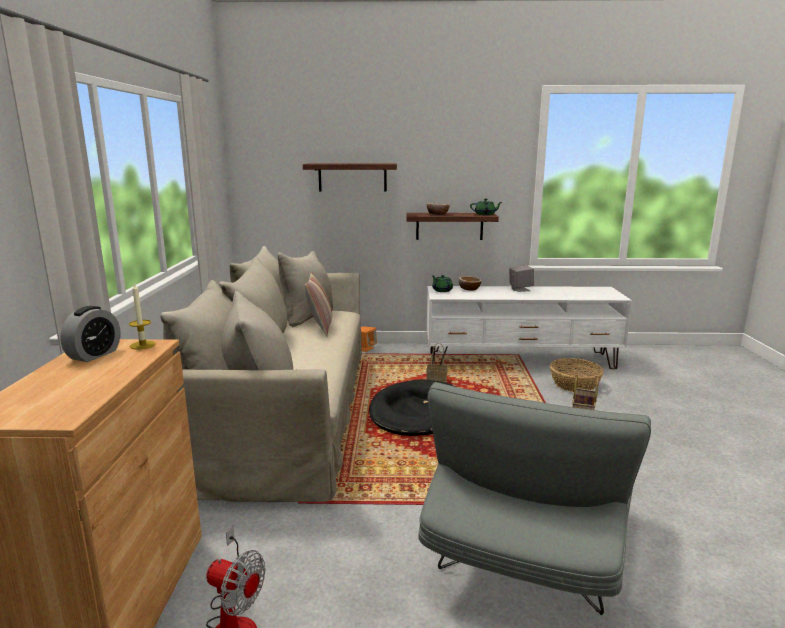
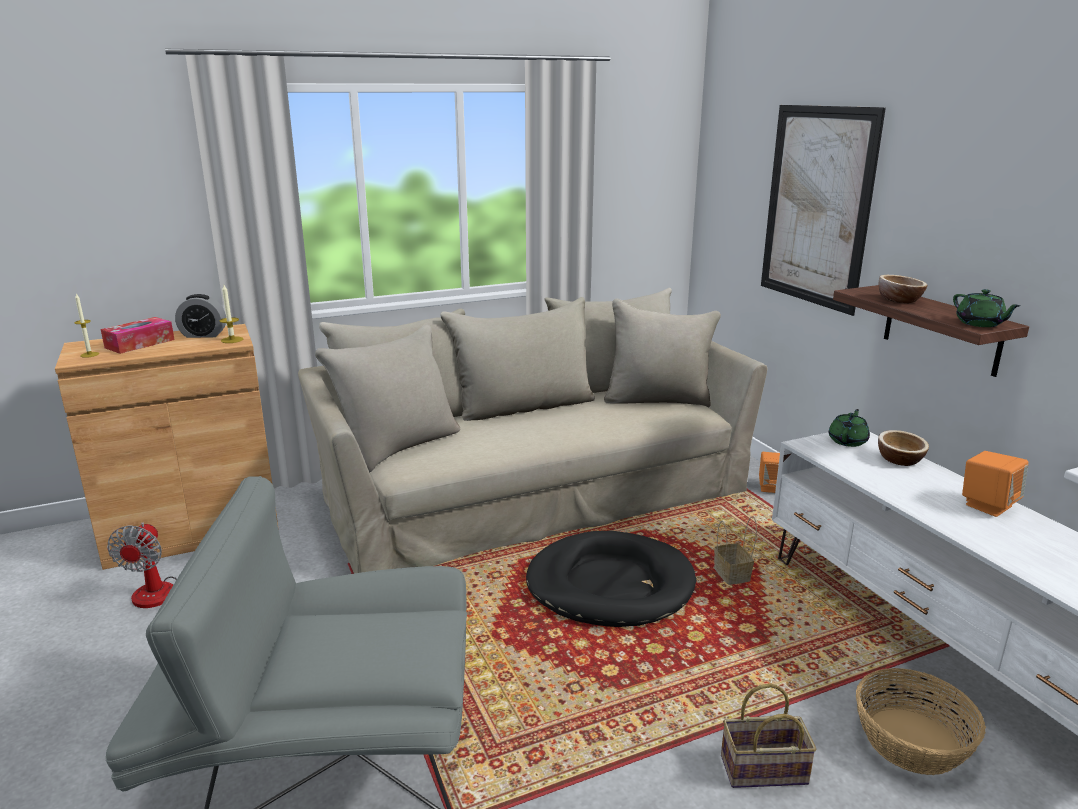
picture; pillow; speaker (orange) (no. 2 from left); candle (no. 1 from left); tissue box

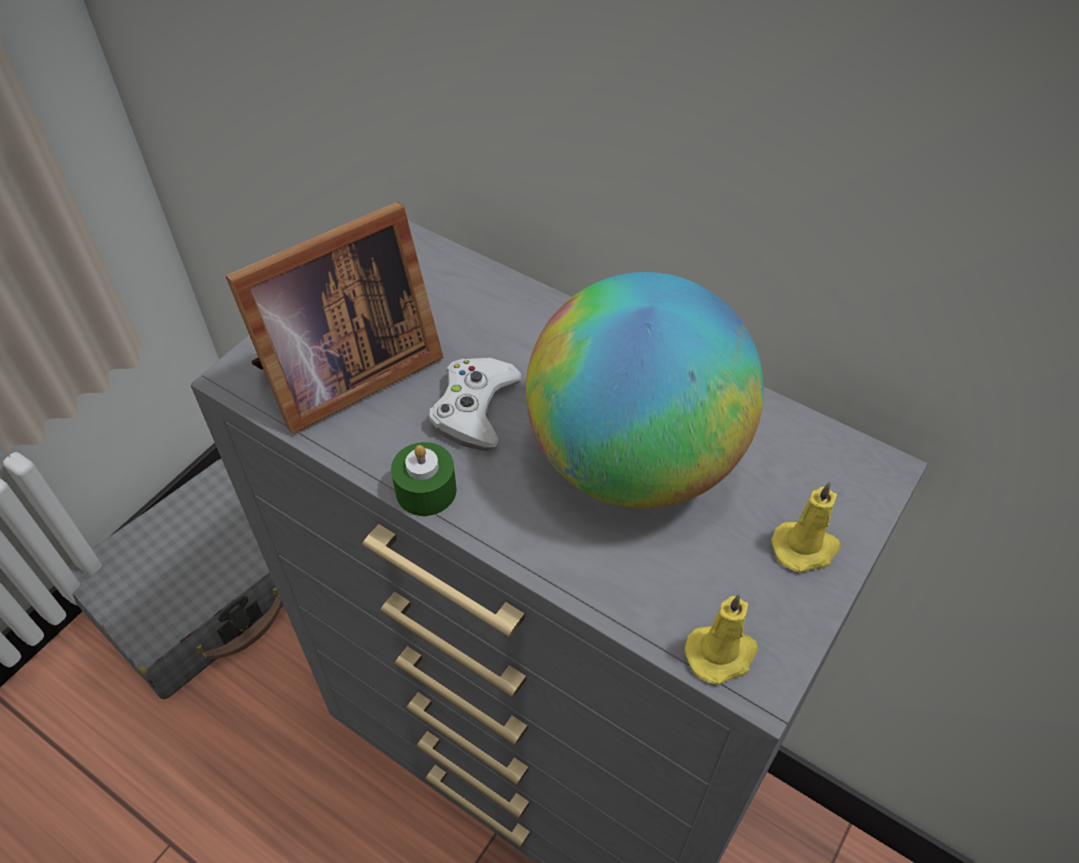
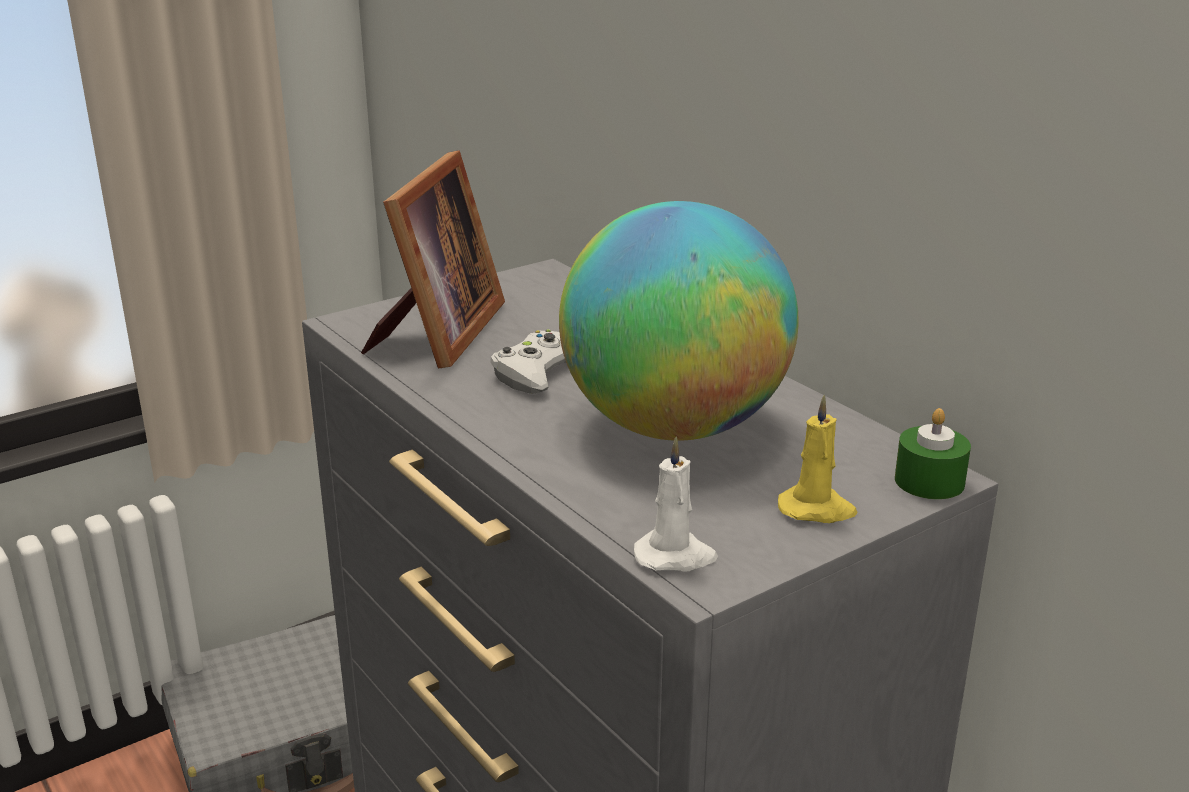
picture frame; candle (green); candle (white)

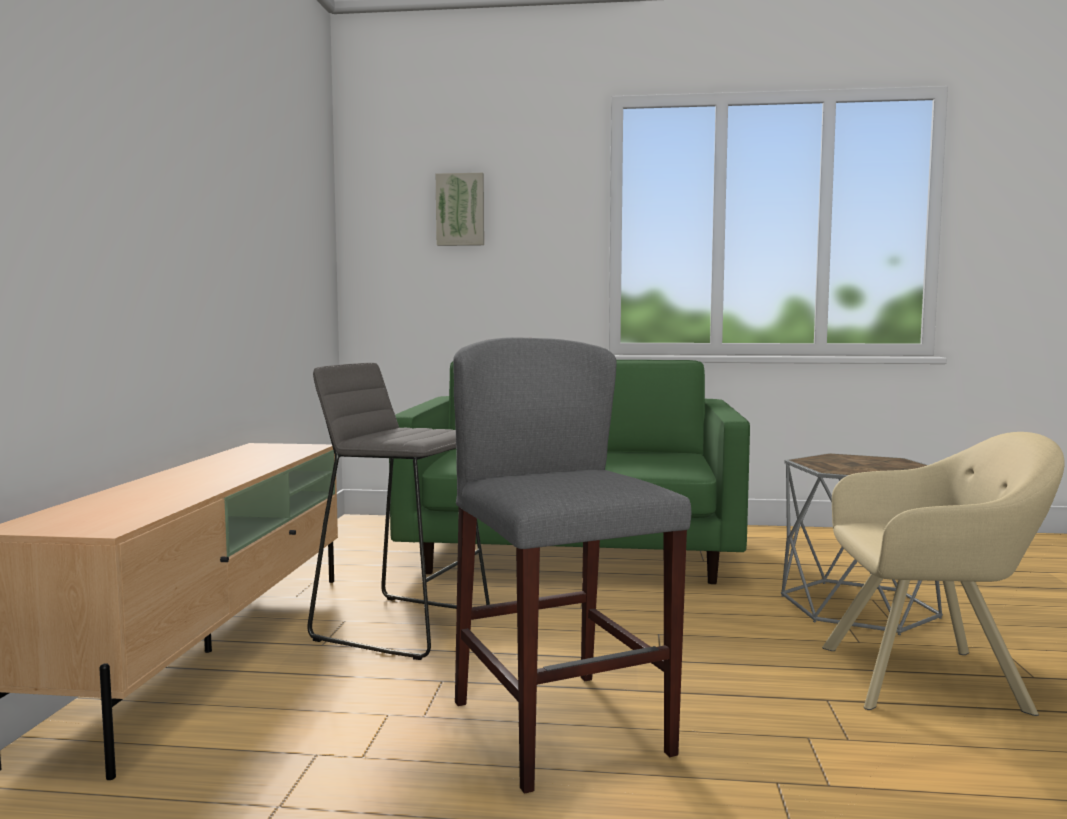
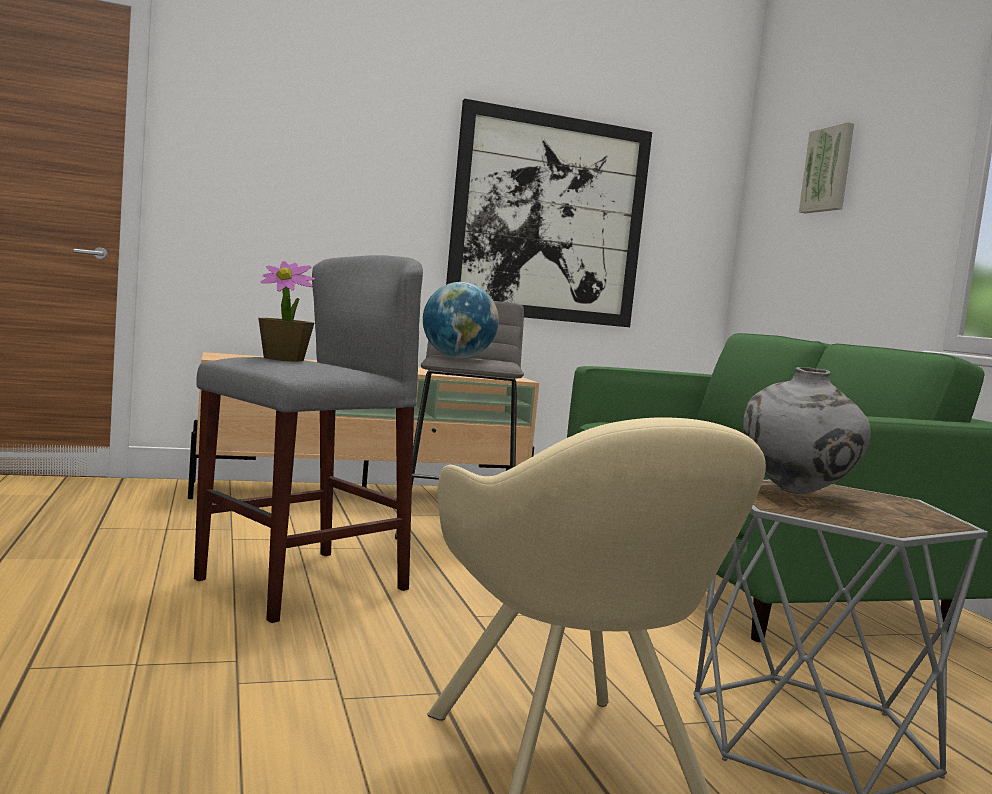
potted plant; globe; picture (no. 1 from left); vase (grey)

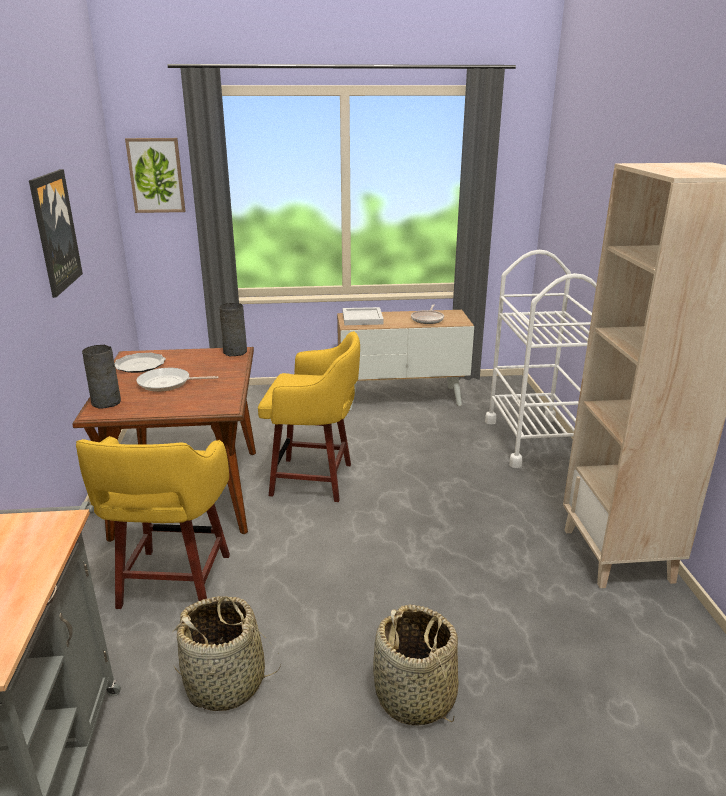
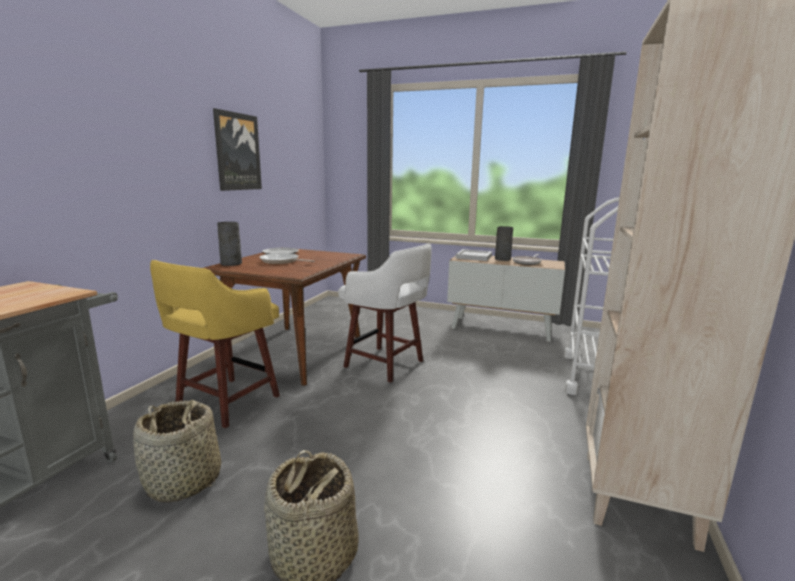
picture (no. 2 from left in the first image); vase (grey) (no. 2 from left); stool (white)

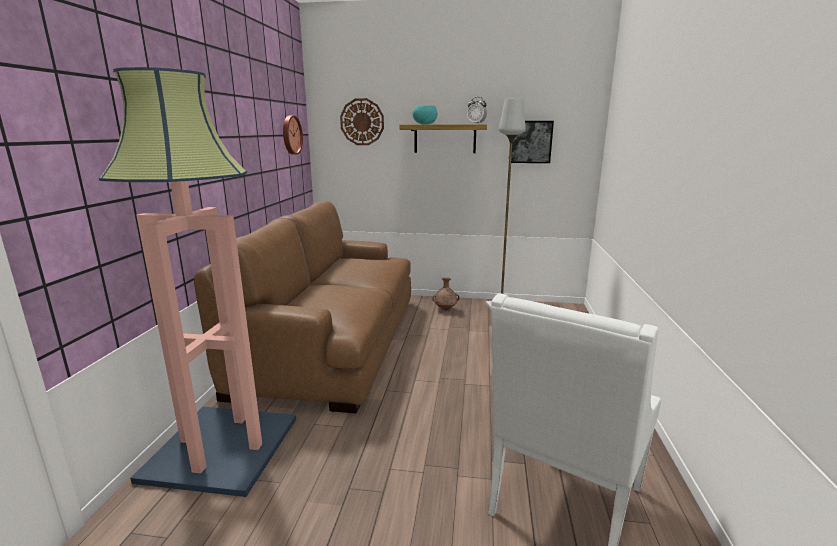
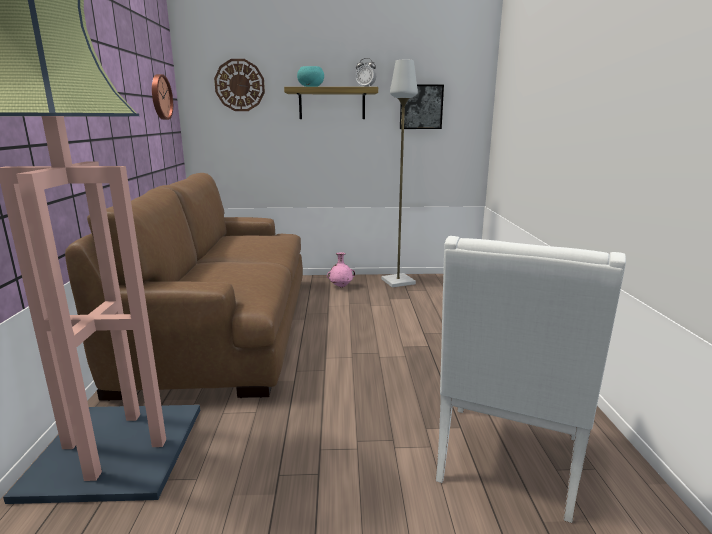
vase (pink)

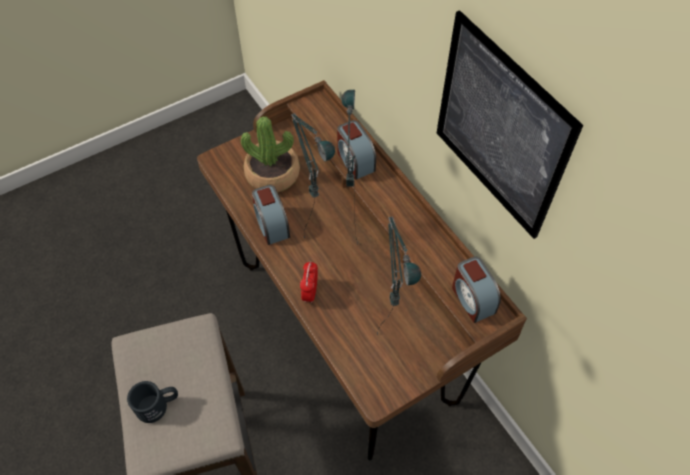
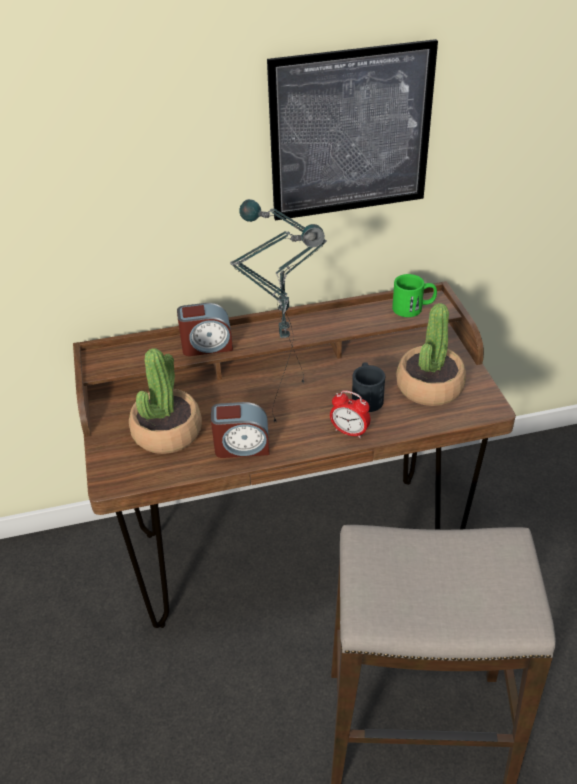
mug (black); potted plant (no. 2 from left); mug (green)

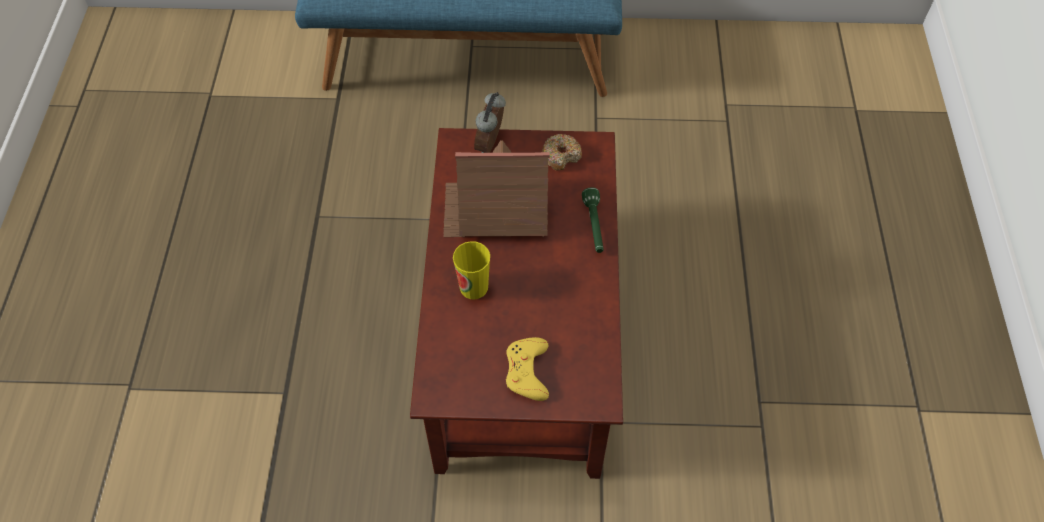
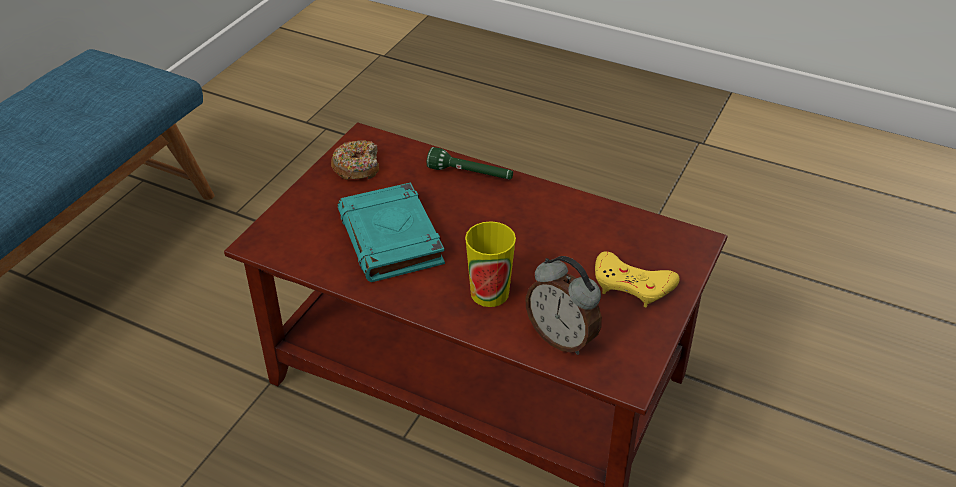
book (turquoise); alarm clock

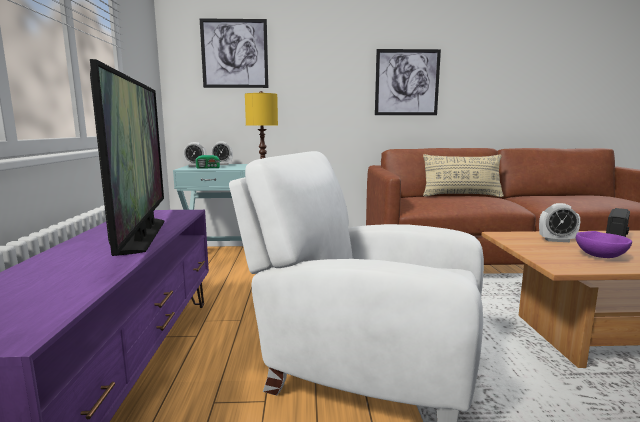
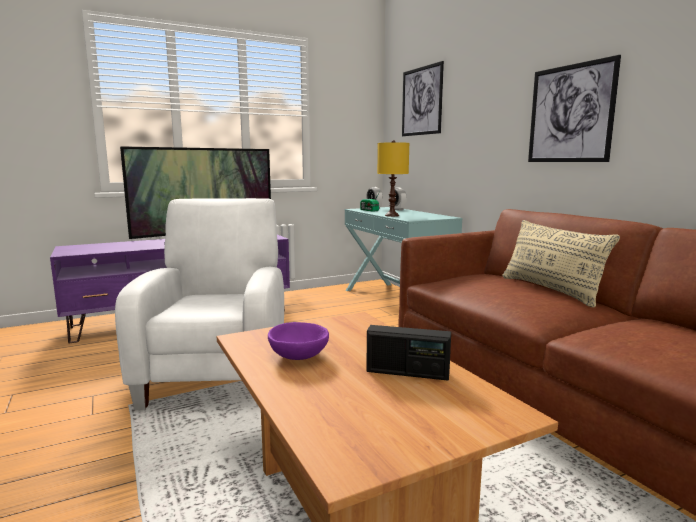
alarm clock (no. 3 from left in the first image)

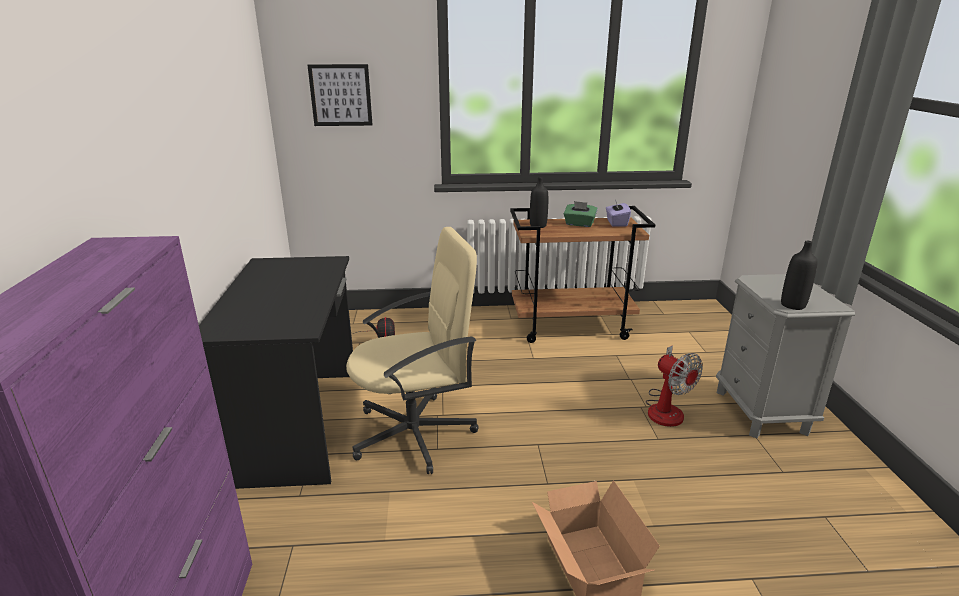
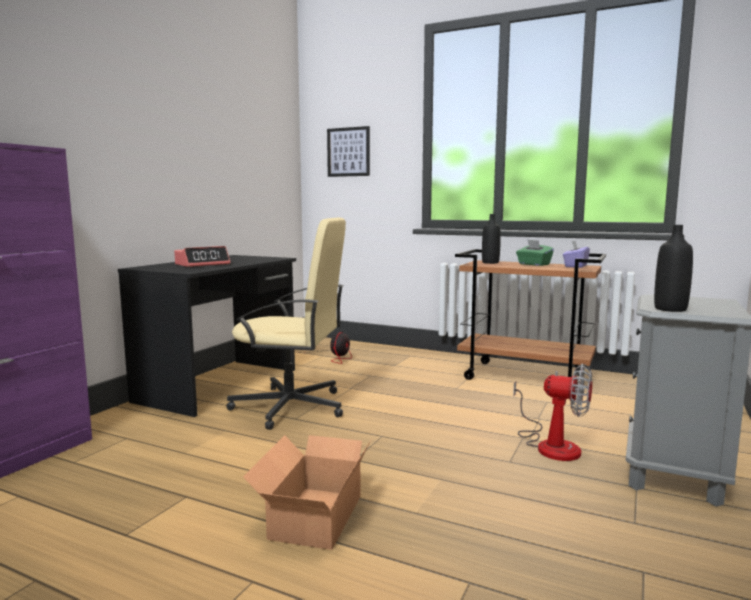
fan (no. 2 from left); alarm clock

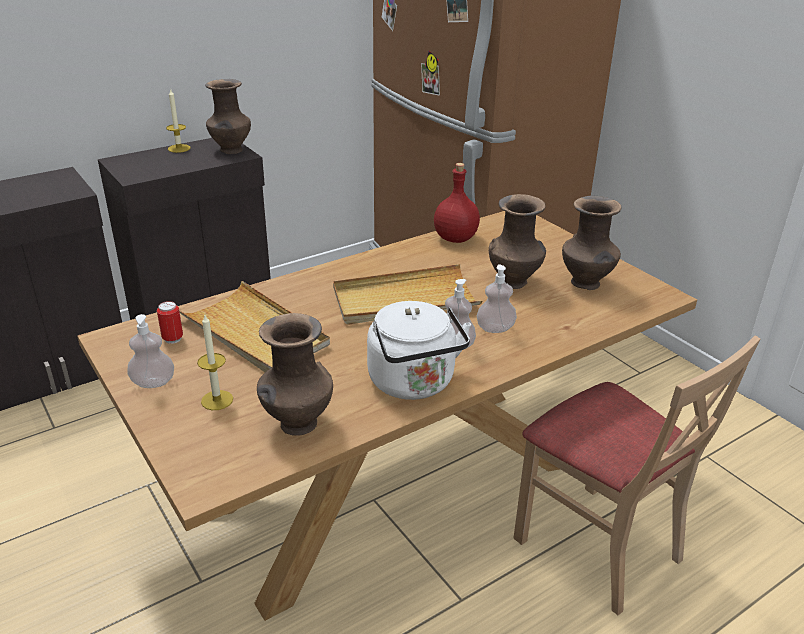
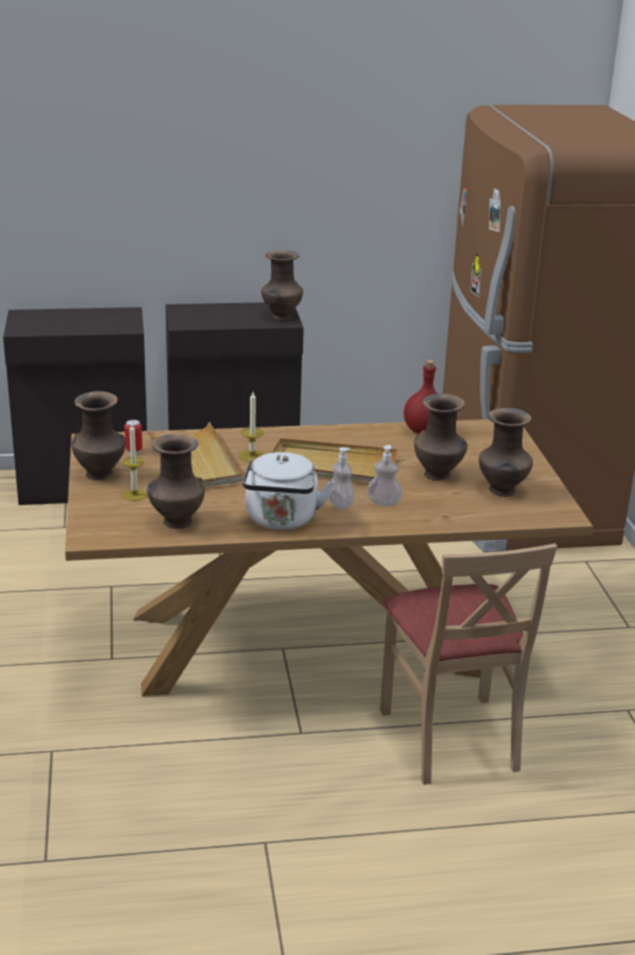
vase (brown) (no. 1 from left); candle (no. 2 from left)

